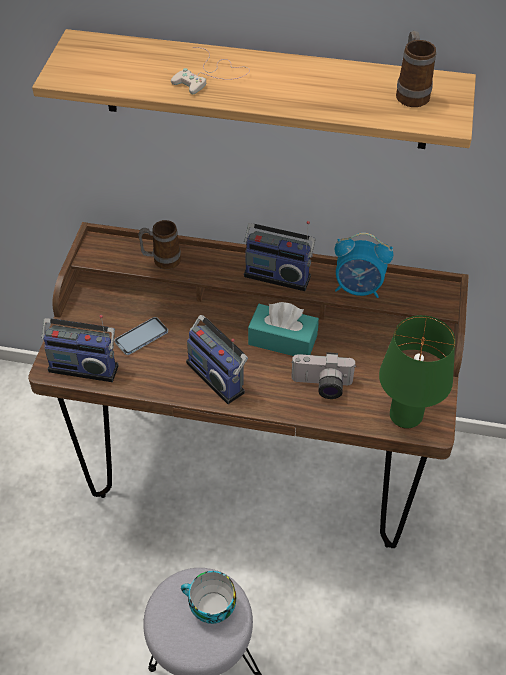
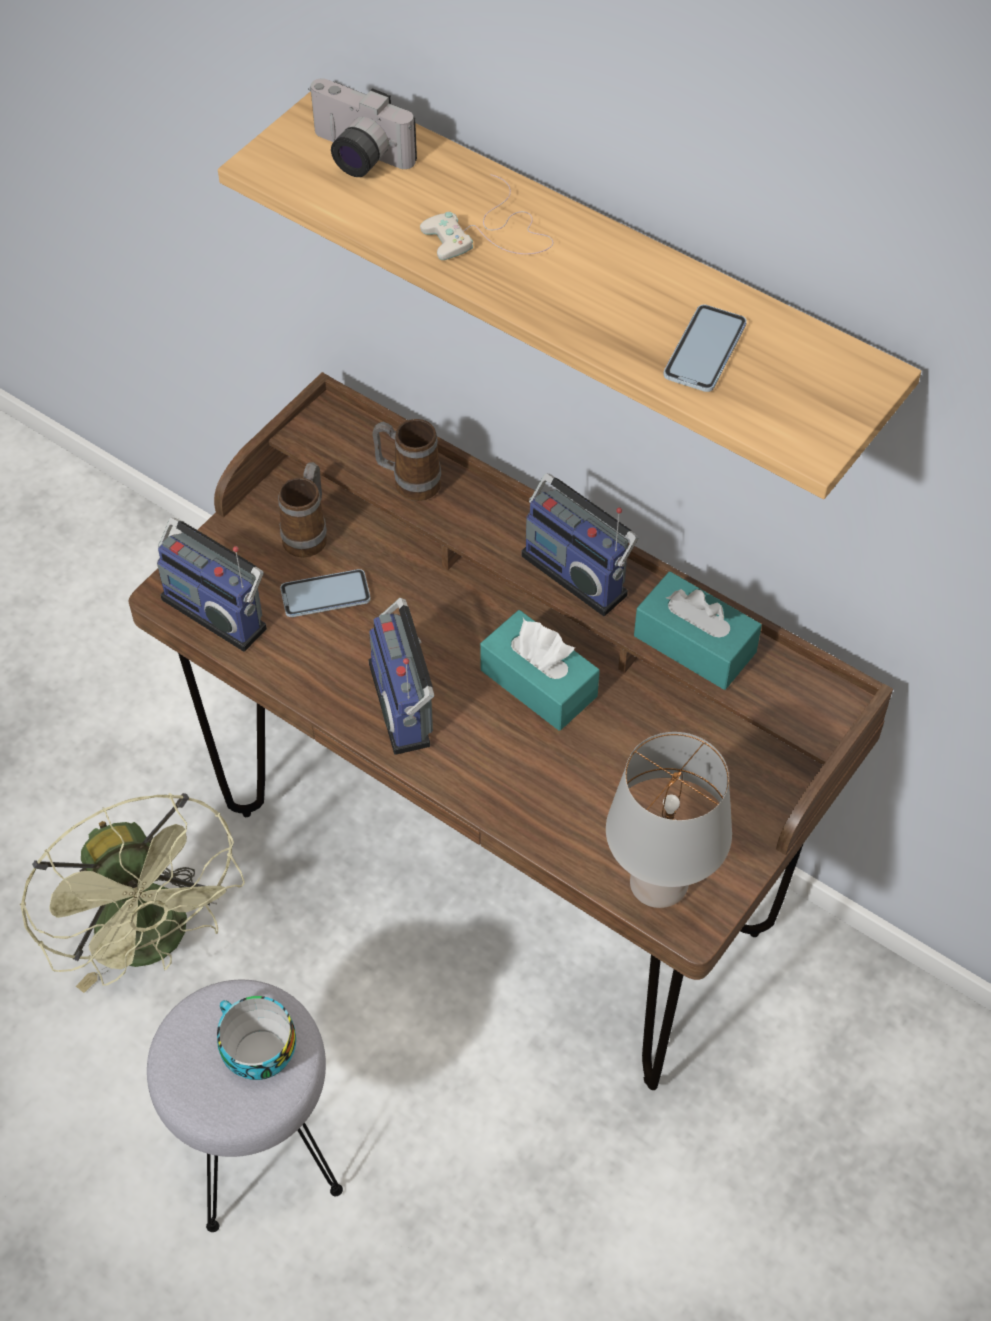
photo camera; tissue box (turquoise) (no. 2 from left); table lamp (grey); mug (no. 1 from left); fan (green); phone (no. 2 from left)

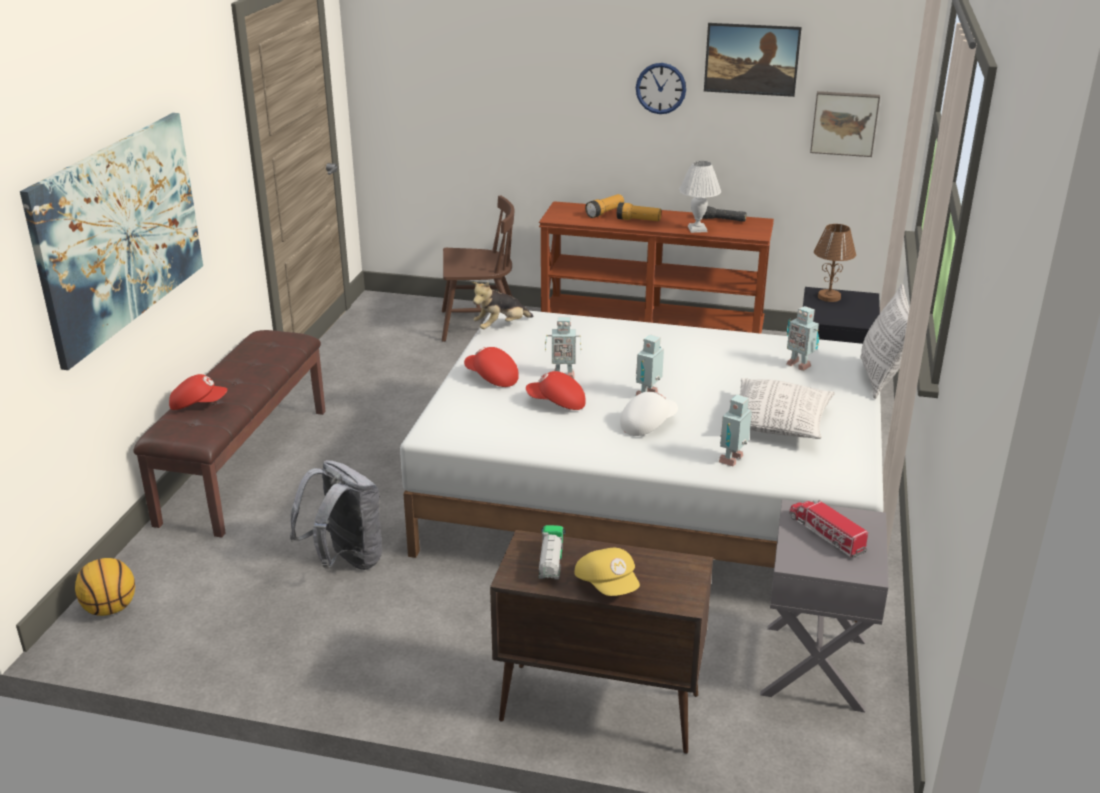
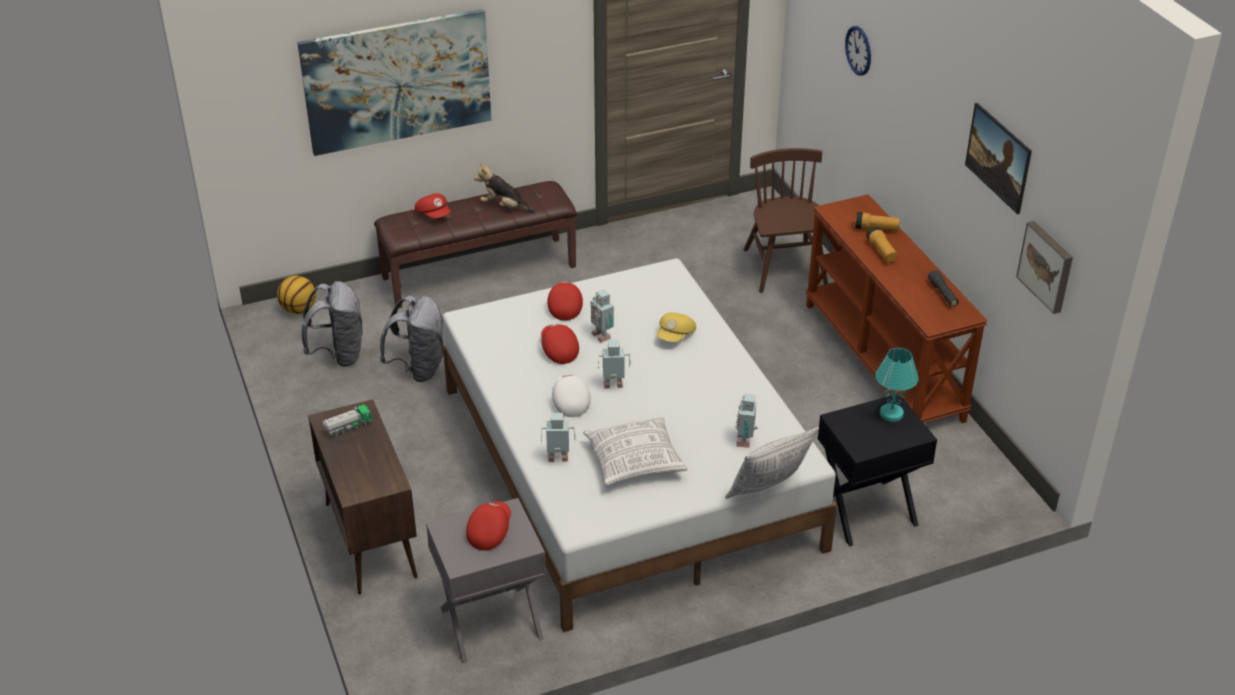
chair (brown); plush toy; cap (yellow); cap (white); wall clock; table lamp (white); cap (red) (no. 2 from left); table lamp (turquoise); backpack (grey) (no. 1 from left)

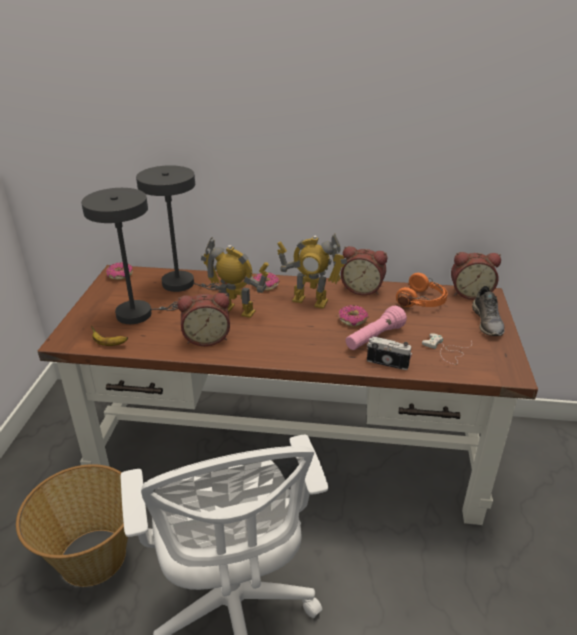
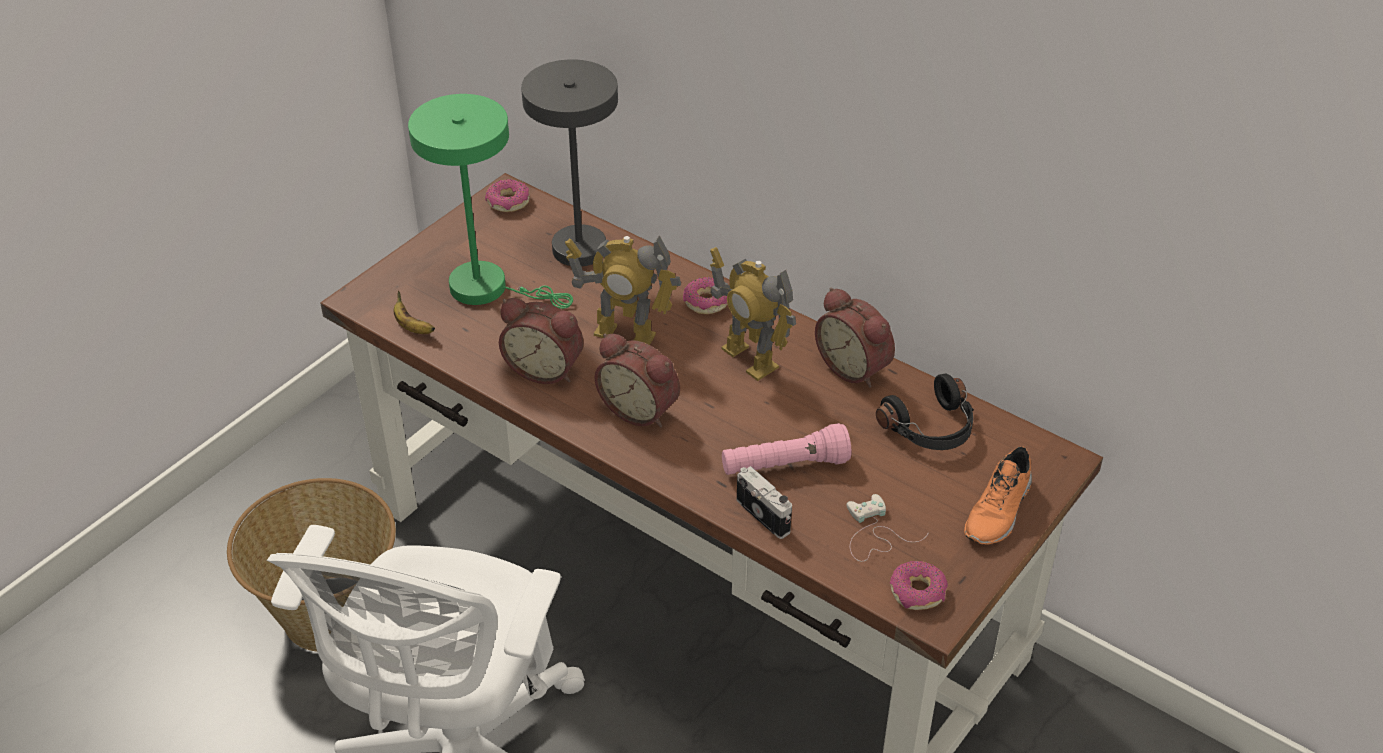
table lamp (green); toy robot (no. 1 from left); donut (no. 3 from left); headphones (black); alarm clock (no. 2 from left); shoe (orange)

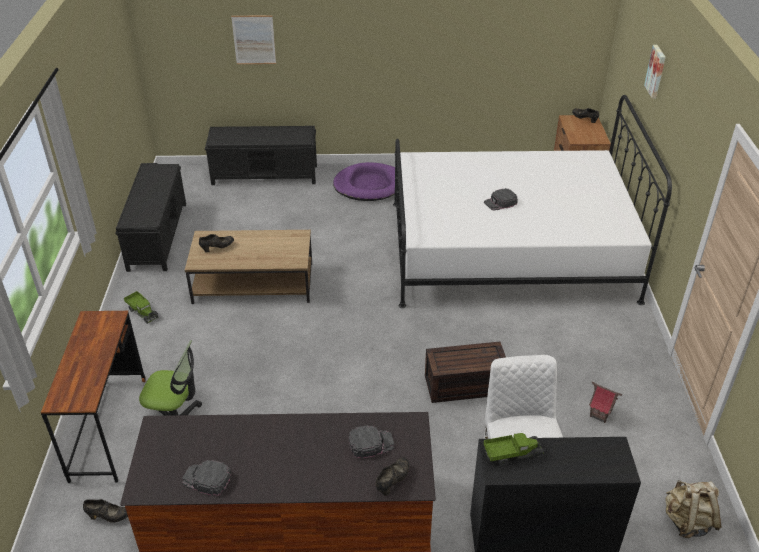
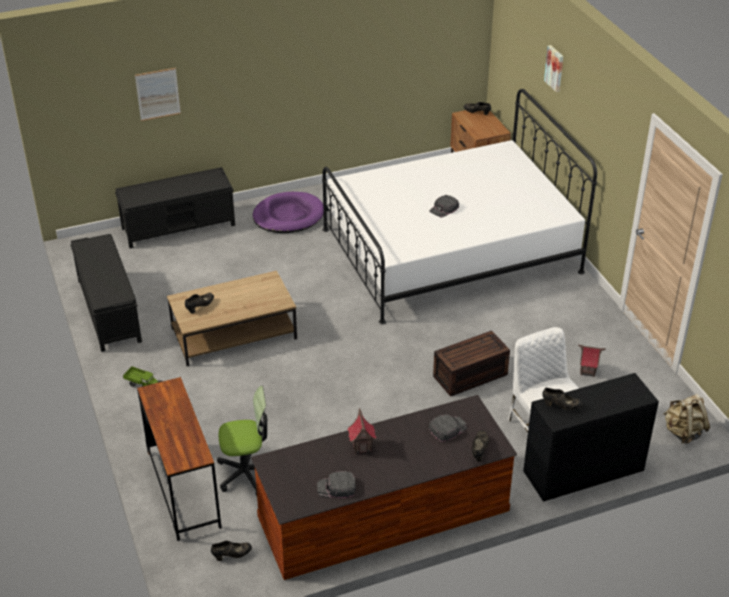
shoe (black) (no. 5 from left); toy house (no. 1 from left)

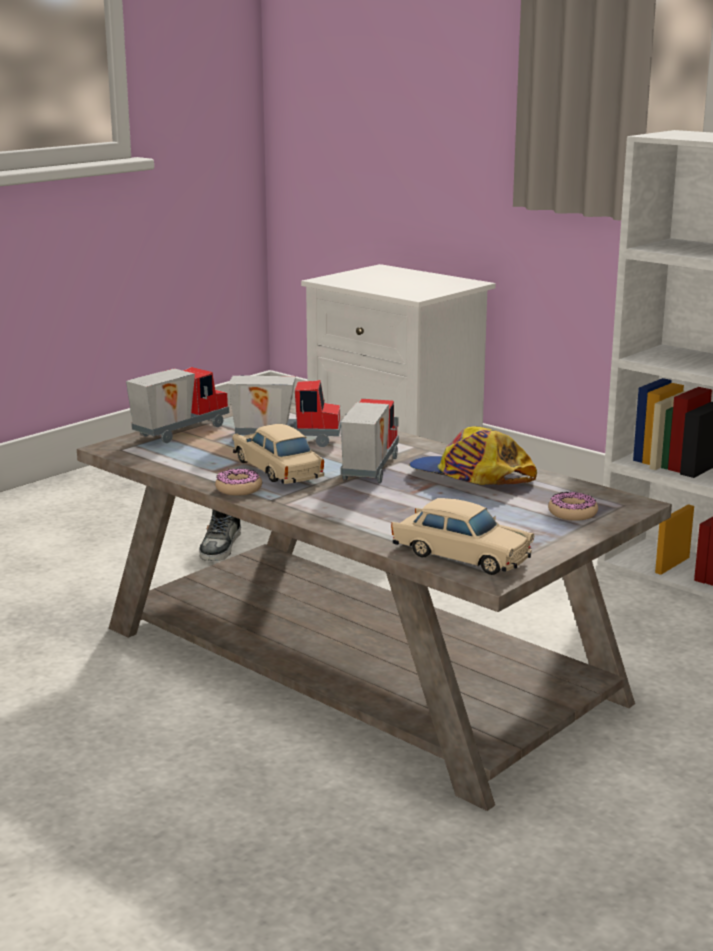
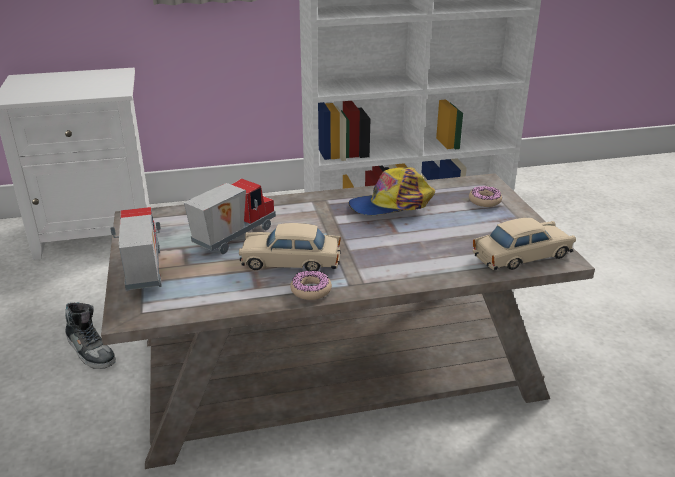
toy truck (no. 3 from left in the first image)

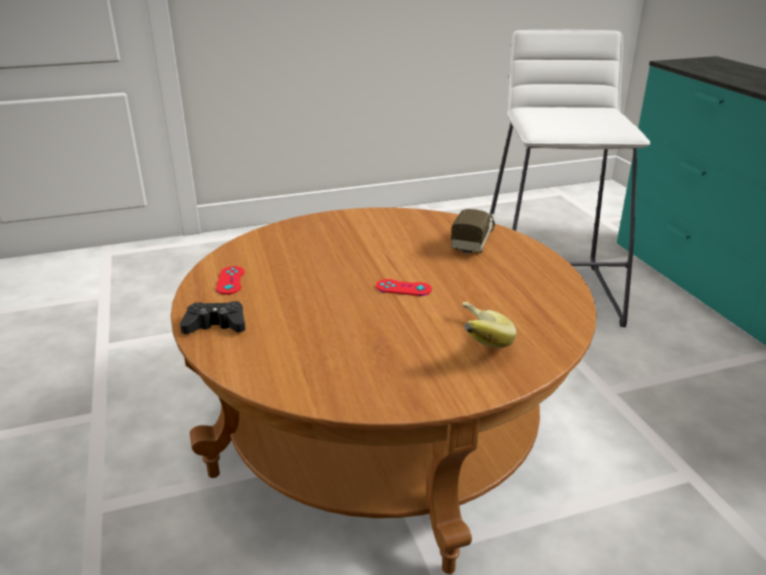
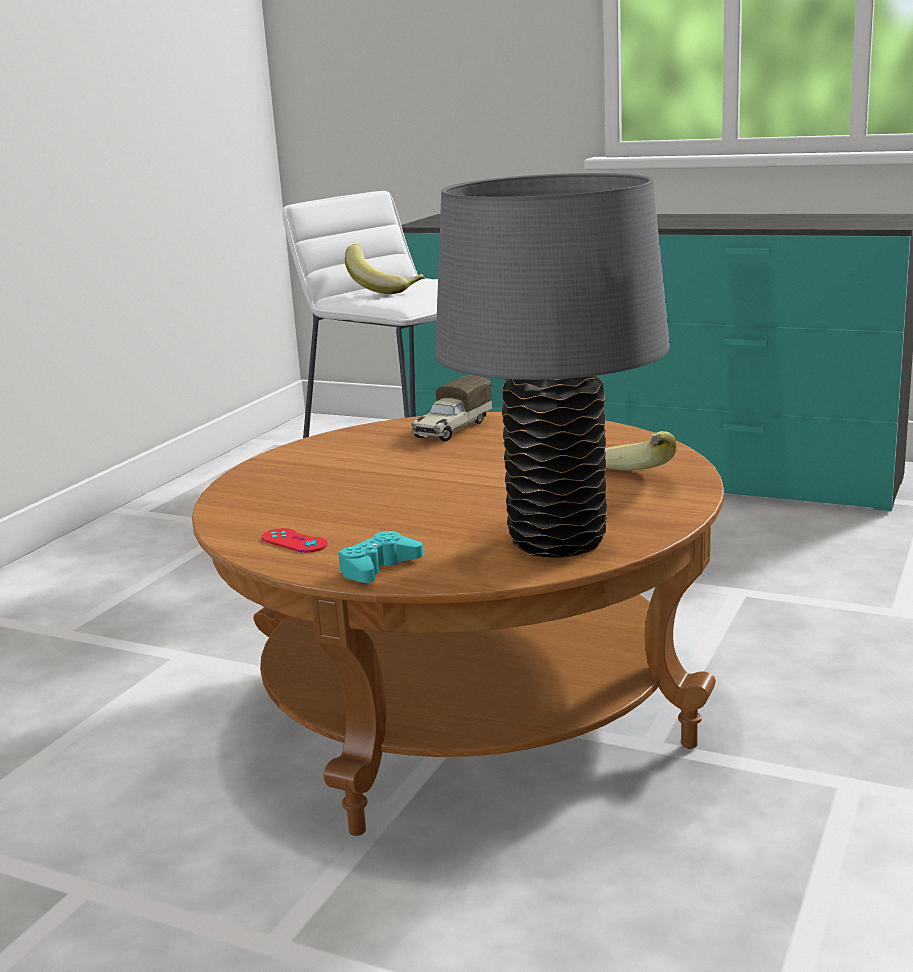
game controller (turquoise); game controller (red) (no. 2 from left in the first image); toy truck; banana (no. 1 from left); table lamp (grey)

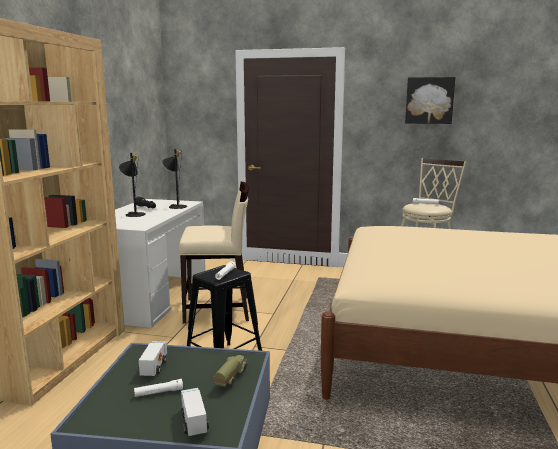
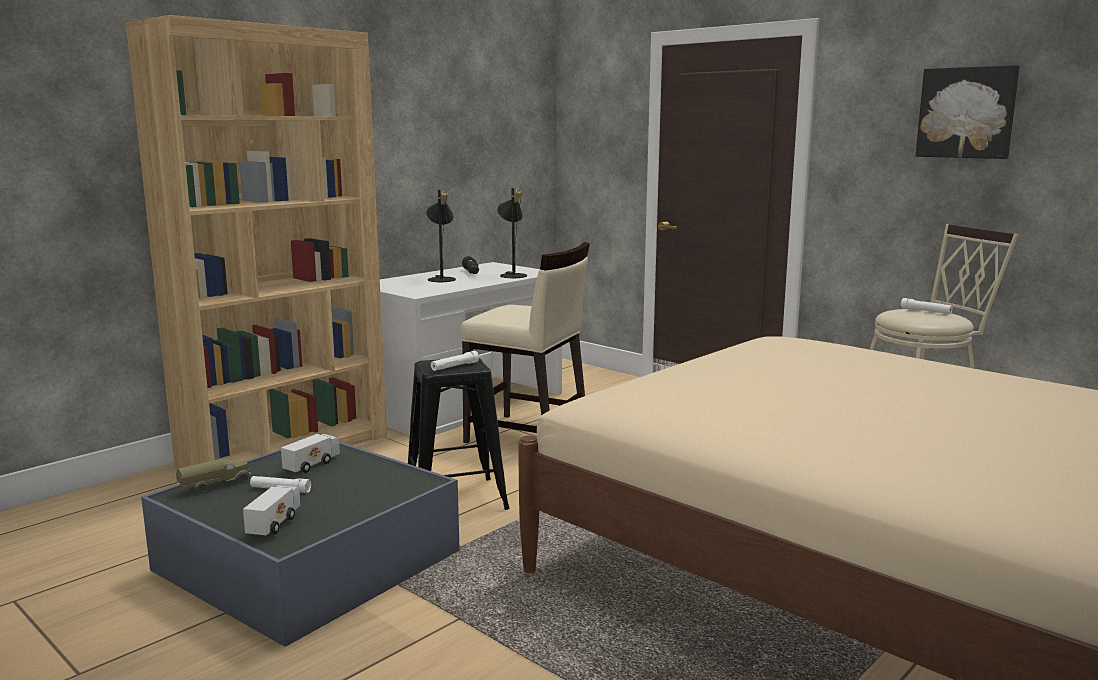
toy truck (no. 1 from left)

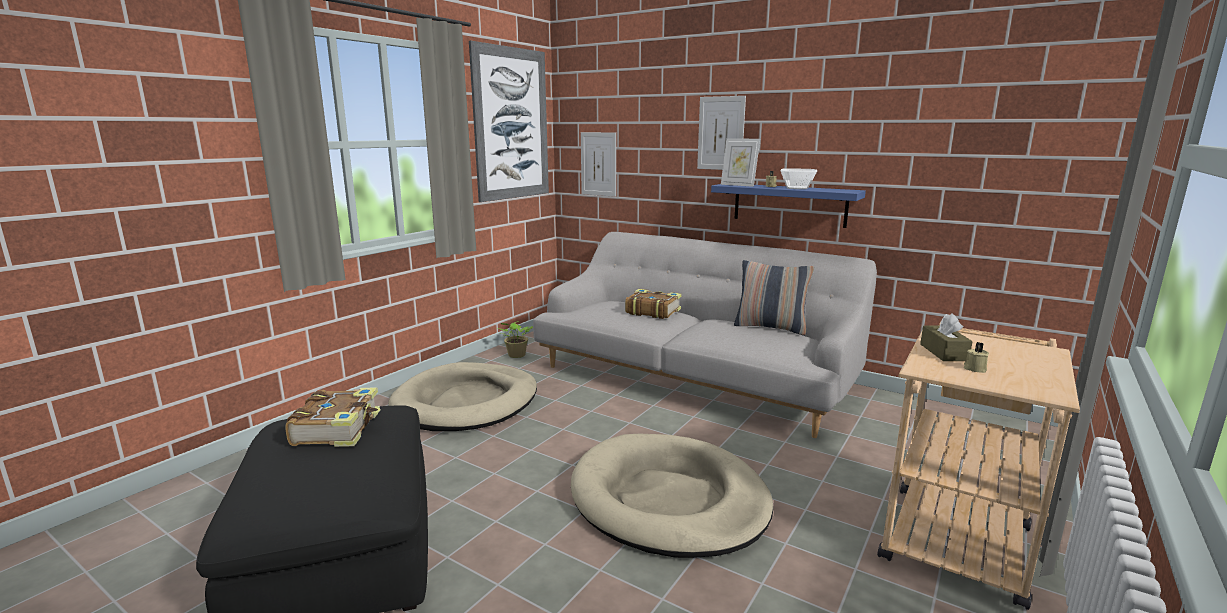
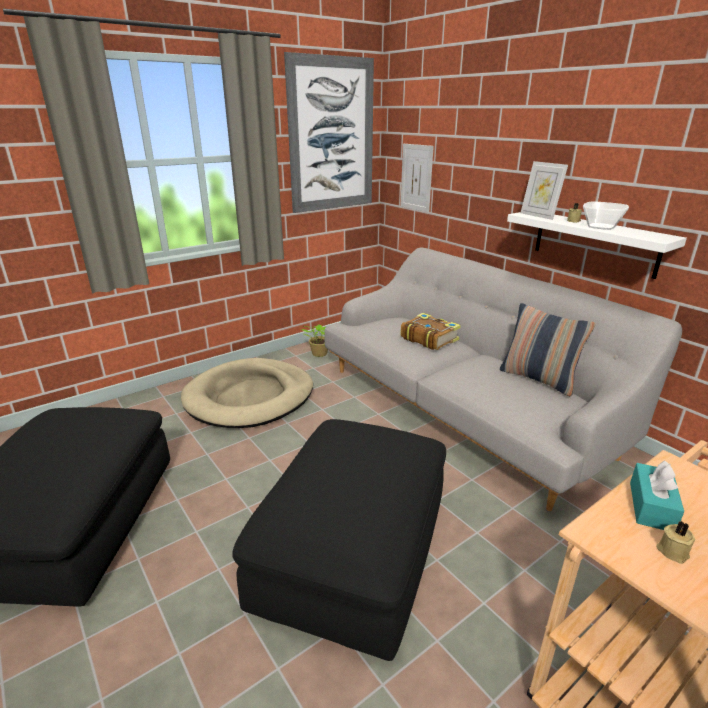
book (no. 1 from left in the first image); ottoman (black) (no. 2 from left); picture (no. 3 from left in the first image); shelf (white); tissue box (turquoise)

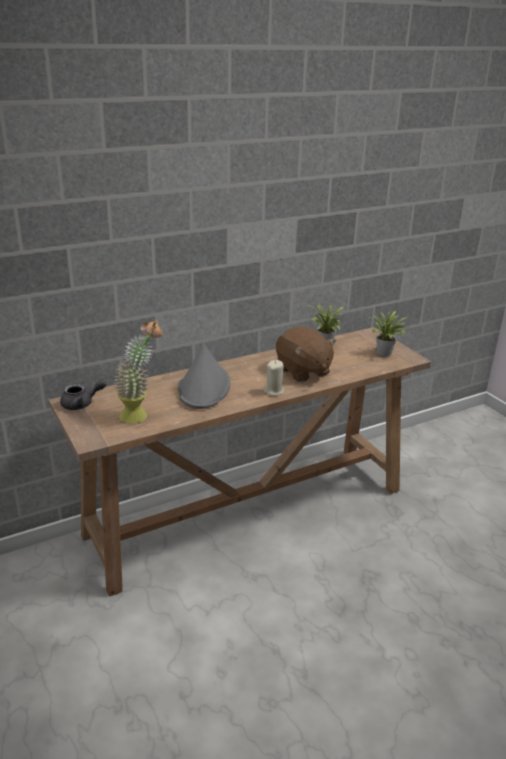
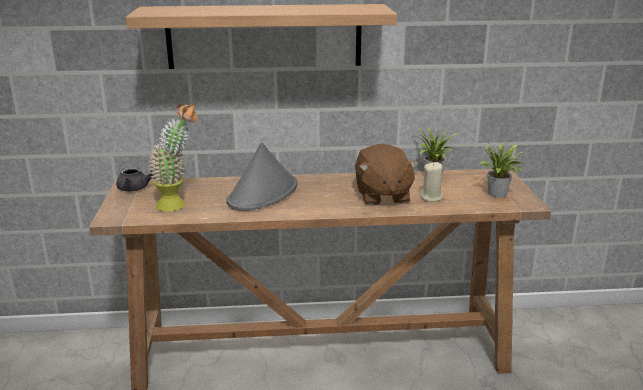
candle (beige); shelf

